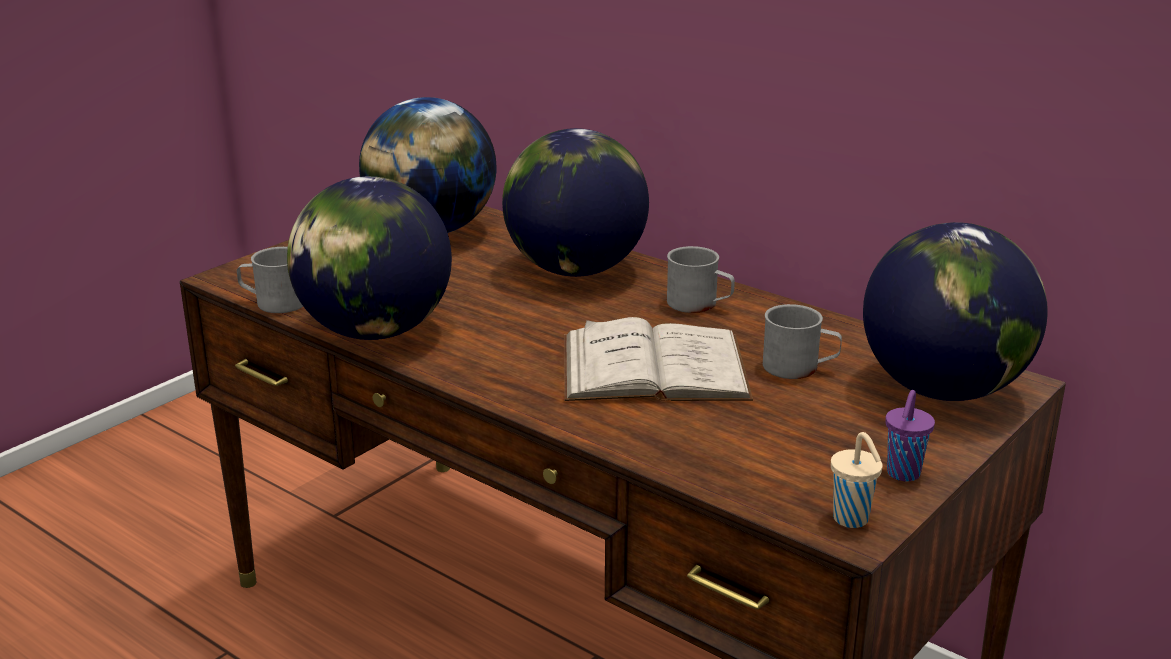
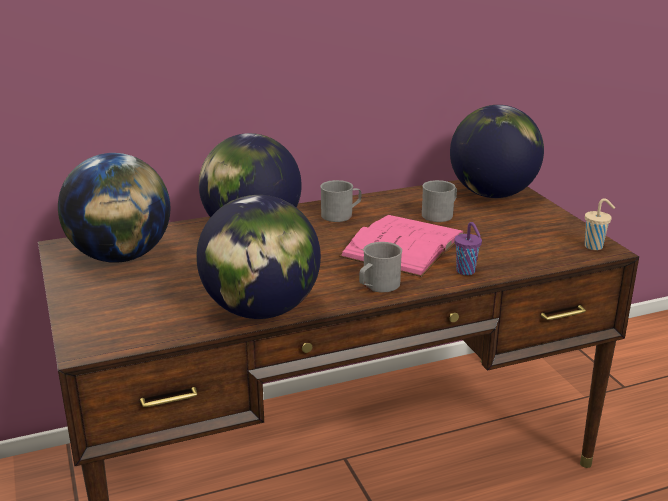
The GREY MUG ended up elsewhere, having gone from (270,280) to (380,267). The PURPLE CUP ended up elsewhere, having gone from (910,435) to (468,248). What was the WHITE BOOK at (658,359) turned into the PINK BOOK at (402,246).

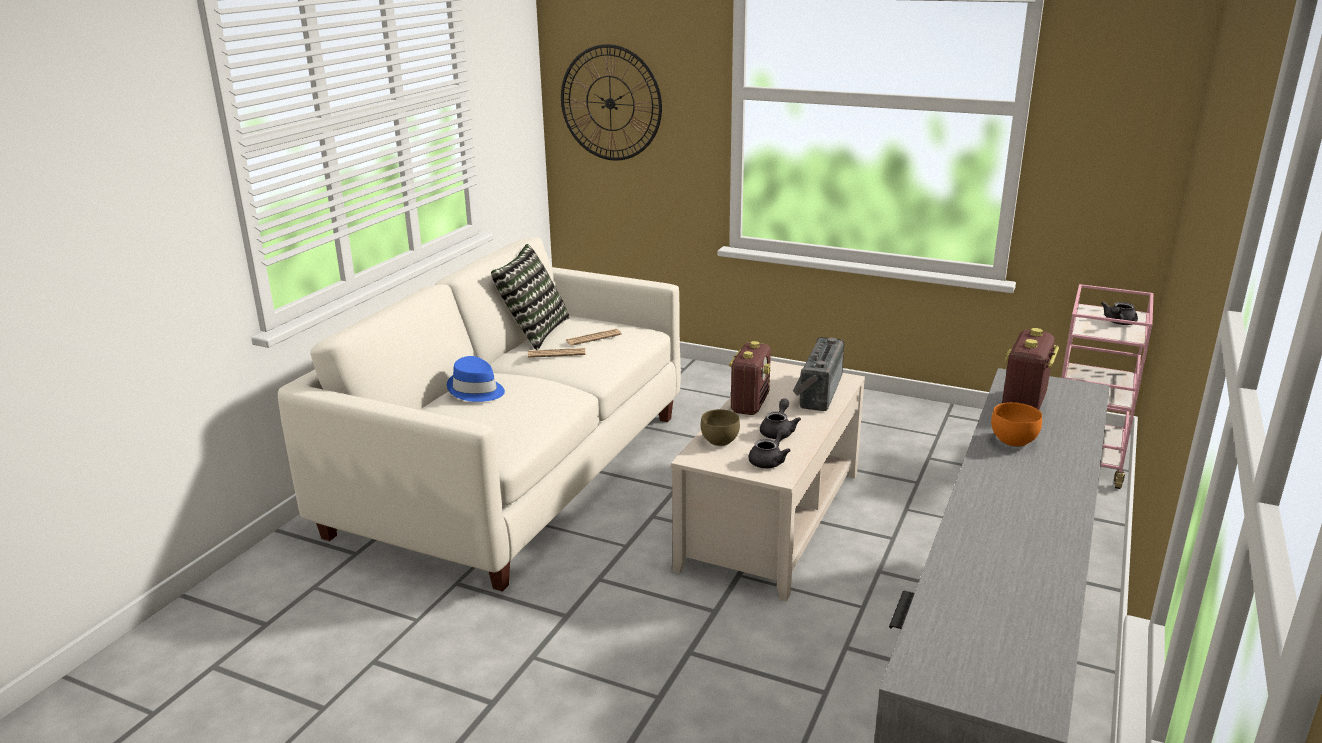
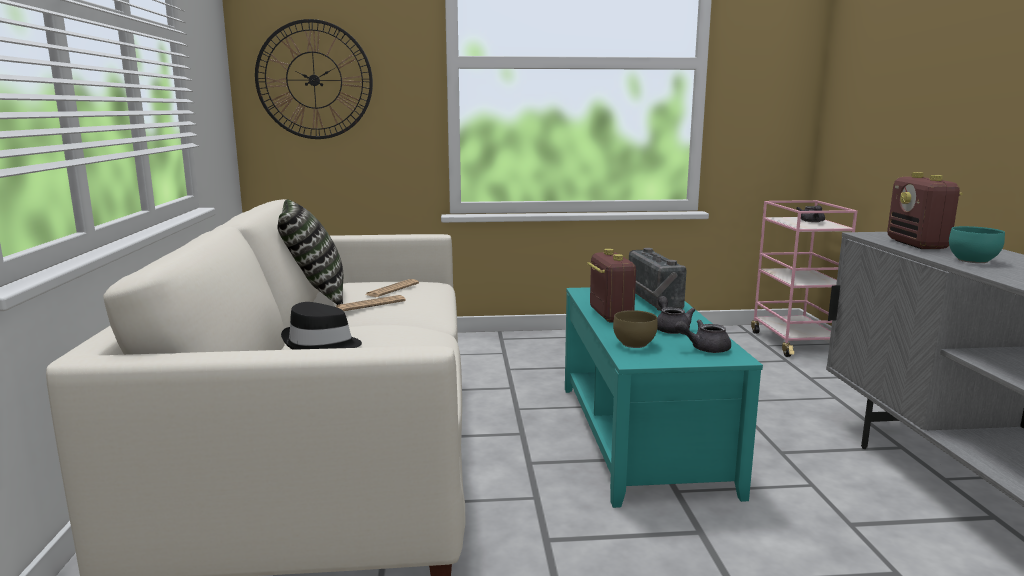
What was the BLUE HAT at (476,379) turned into the BLACK HAT at (321,326). What was the BEIGE COFFEE TABLE at (768,481) turned into the TURQUOISE COFFEE TABLE at (664,397). What was the ORANGE BOWL at (1016,424) turned into the TURQUOISE BOWL at (977,244). The GREY TEAPOT at (769,447) ended up facing another way, 105 degrees counterclockwise from before.

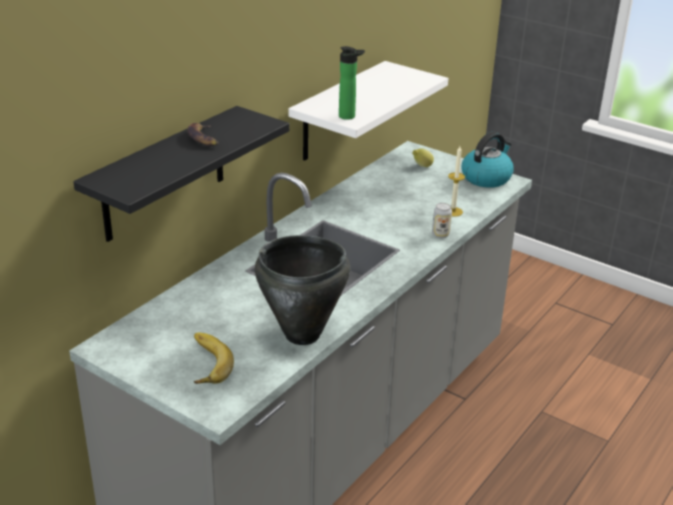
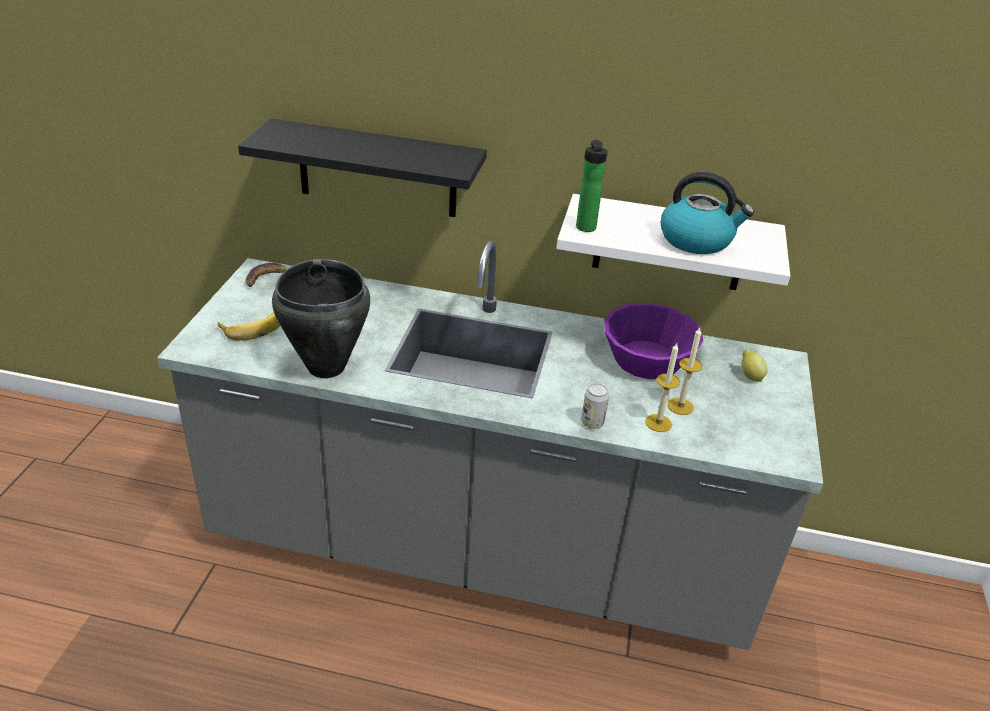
The second view gained the PURPLE BOWL at (653,341). The second view gained the CANDLE at (685,371). The BANANA ended up elsewhere, having gone from (203,134) to (266,275). The KETTLE ended up elsewhere, having gone from (488,160) to (707,213).

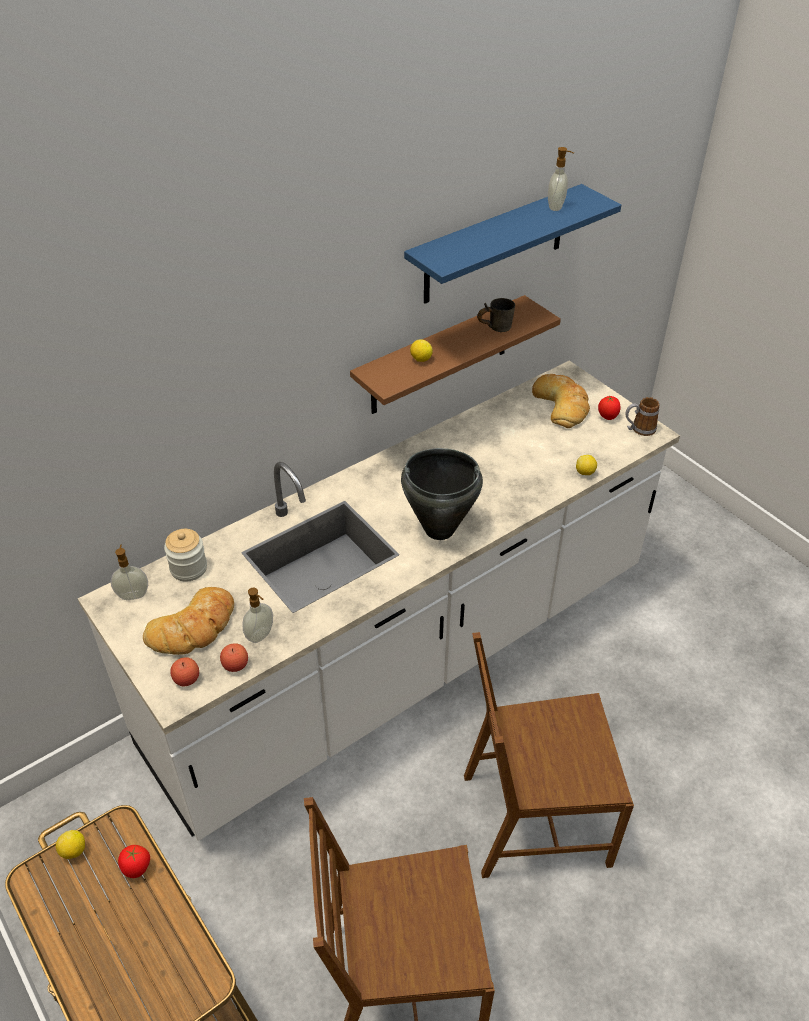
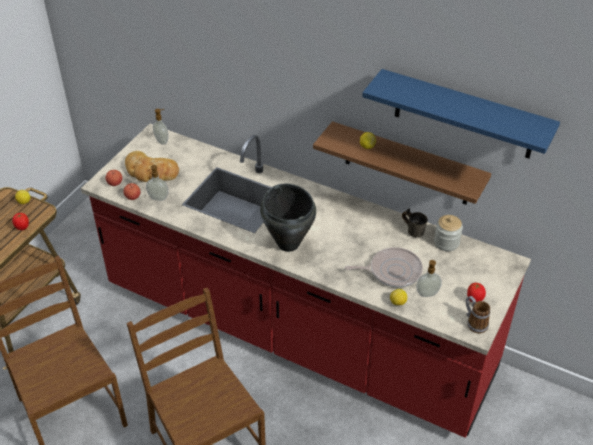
The second view lost the BREAD at (561,401). The second view gained the FRYING PAN at (384,267). The JAR ended up elsewhere, having gone from (185,555) to (448,233). The GREY MUG ended up elsewhere, having gone from (496,315) to (415,223). The SOAP DISPENSER ended up elsewhere, having gone from (561,179) to (429,278). What was the WHITE COUNTER at (379,600) turned into the RED COUNTER at (306,281).

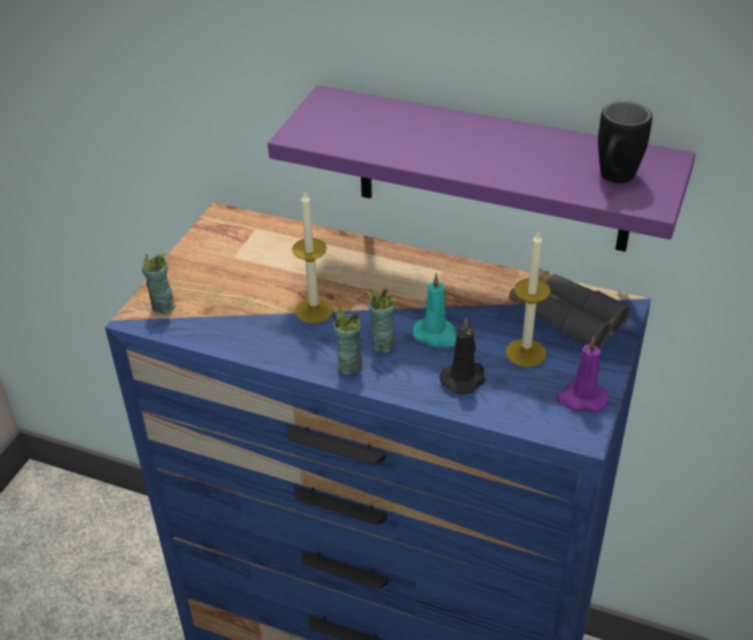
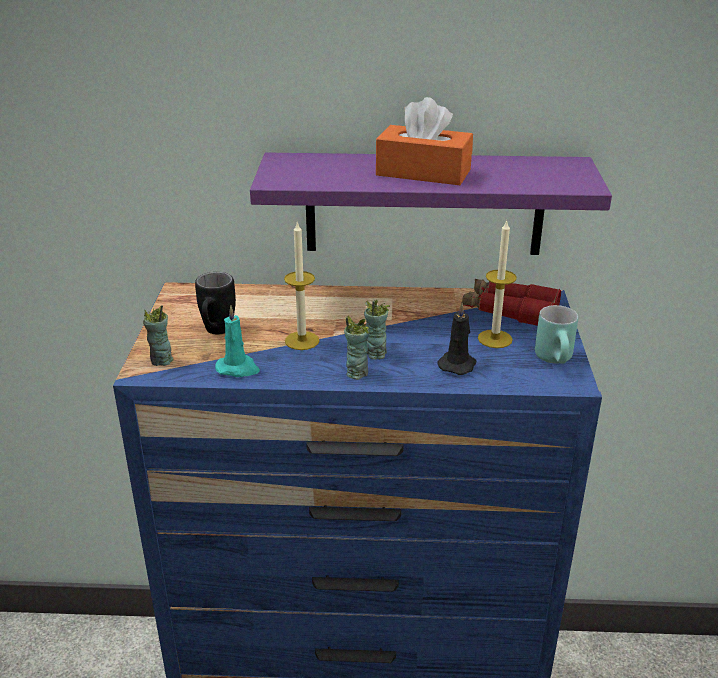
The second view gained the ORANGE TISSUE BOX at (424,141). The TURQUOISE CANDLE ended up elsewhere, having gone from (435,310) to (237,341). The BLACK MUG ended up elsewhere, having gone from (625,142) to (215,303). Where the PURPLE CANDLE stood at (582,374), the TURQUOISE MUG came to stand at (556,334). What was the GREY BINOCULARS at (569,309) turned into the RED BINOCULARS at (511,302).

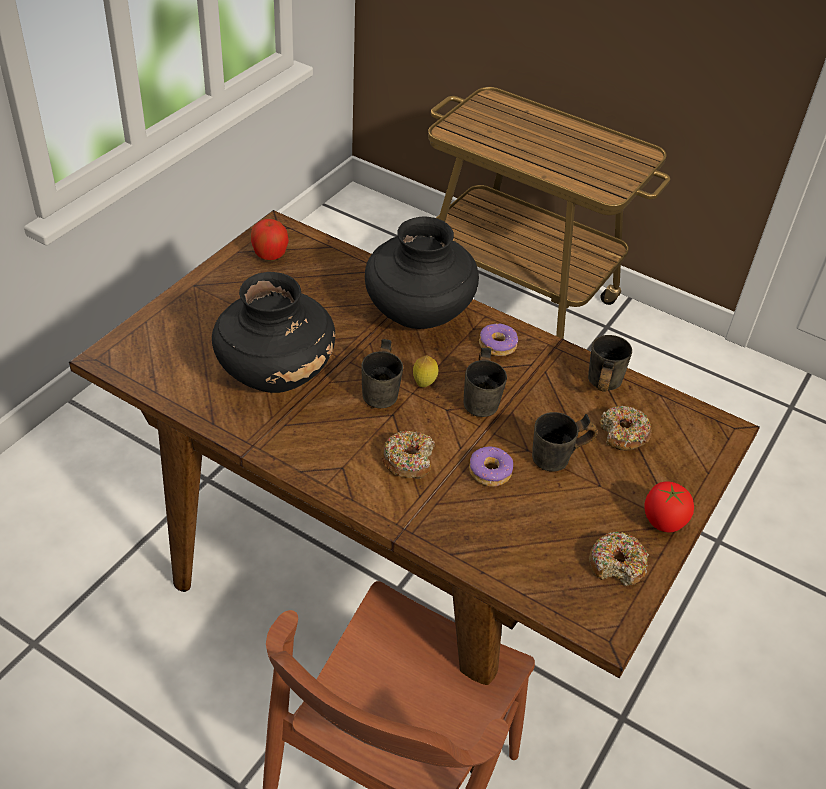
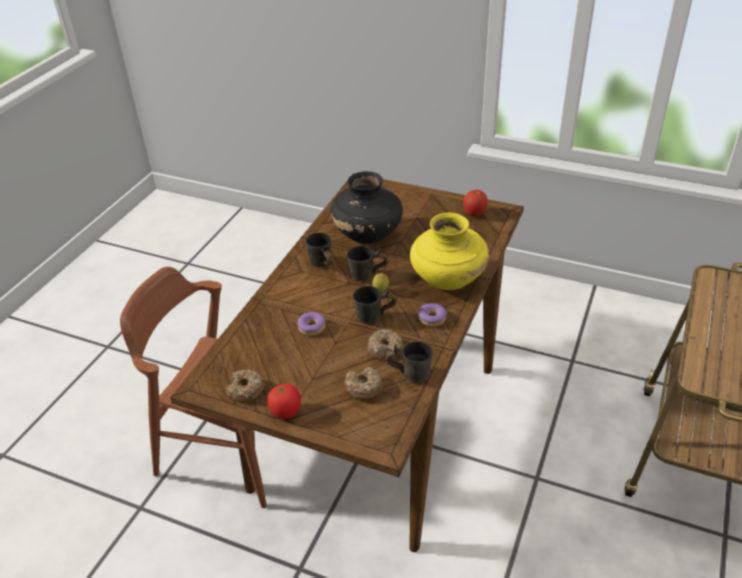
The DONUT ended up elsewhere, having gone from (408,455) to (385,344). The GREY MUG ended up elsewhere, having gone from (564,442) to (319,250). What was the BLACK VASE at (422,273) turned into the YELLOW VASE at (449,251).

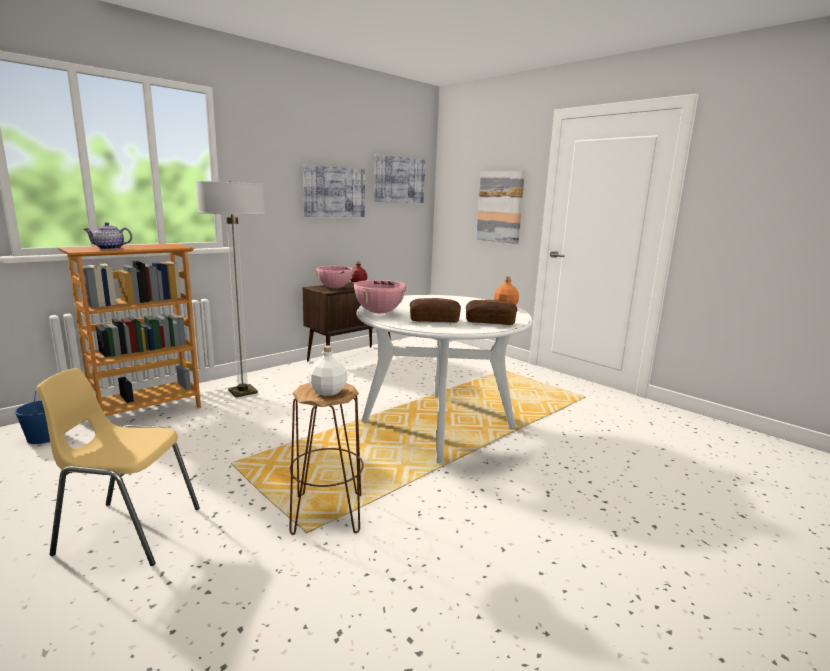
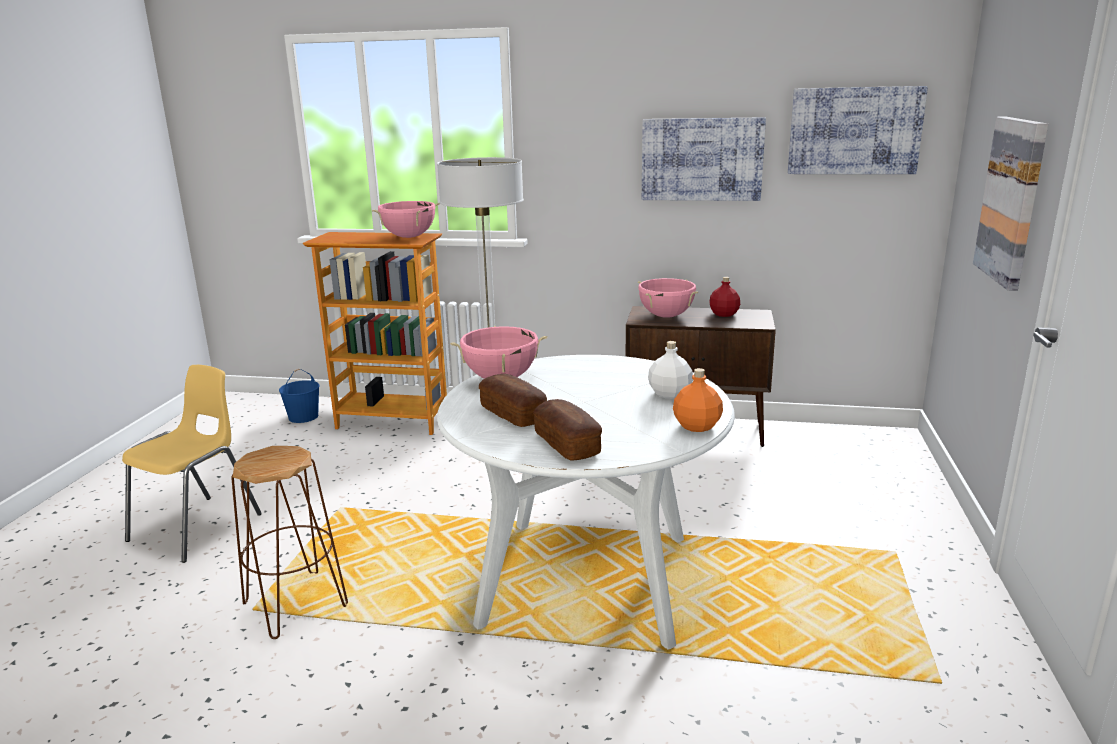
The second view lost the TEAPOT at (108,235). The second view gained the PINK COOKING POT at (406,219). The WHITE BOTTLE ended up elsewhere, having gone from (328,370) to (670,370). The YELLOW CHAIR at (118,467) ended up facing another way, 60 degrees clockwise from before.

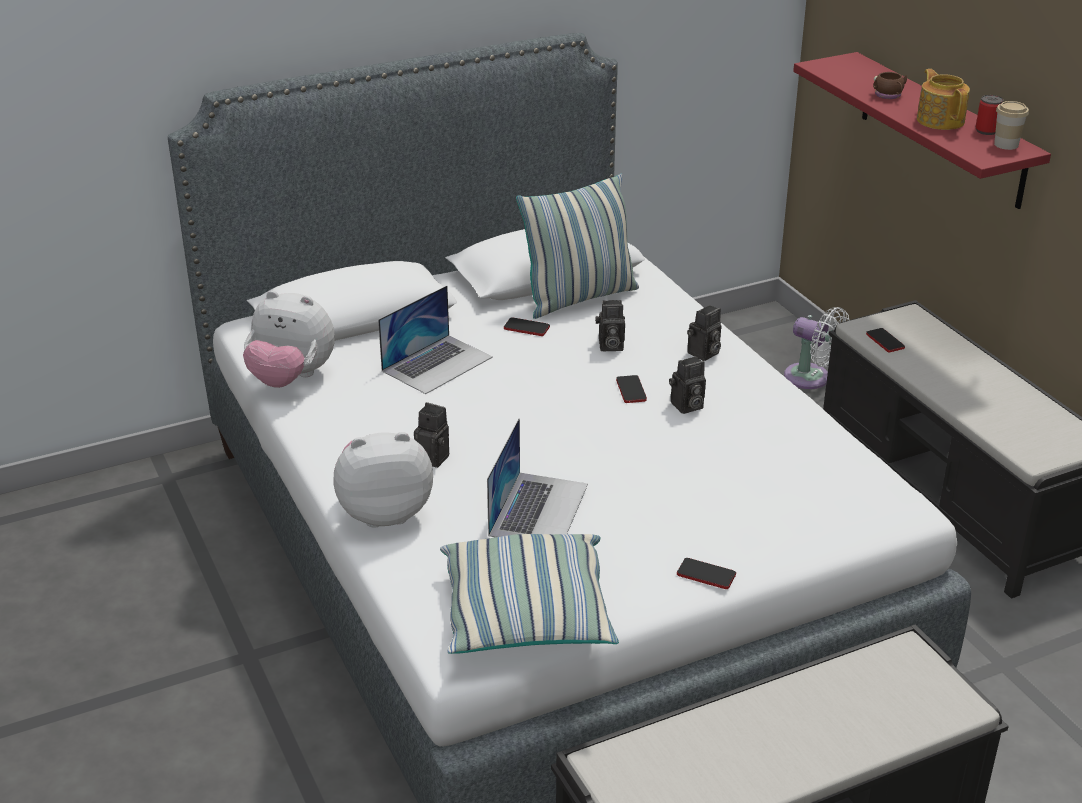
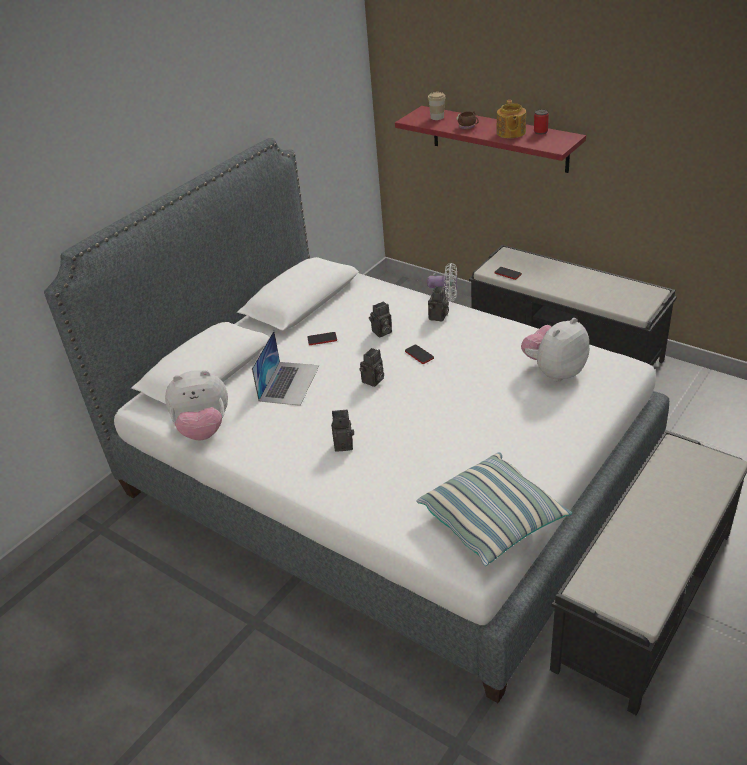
The second view lost the LAPTOP at (537,477). The second view lost the PILLOW at (577,246). The second view lost the PHONE at (706,573). The PLUSH TOY ended up elsewhere, having gone from (383,480) to (555,350). The PHOTO CAMERA ended up elsewhere, having gone from (687,385) to (371,367). The CUP ended up elsewhere, having gone from (1011,125) to (437,106). The TEAPOT at (943,99) ended up facing another way, 135 degrees counterclockwise from before.

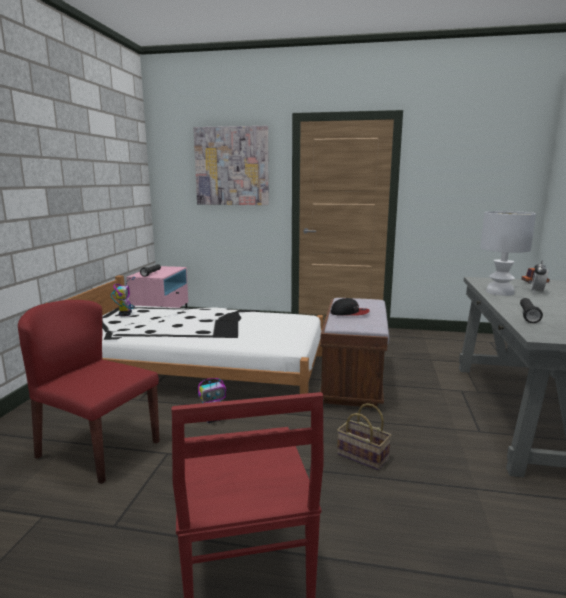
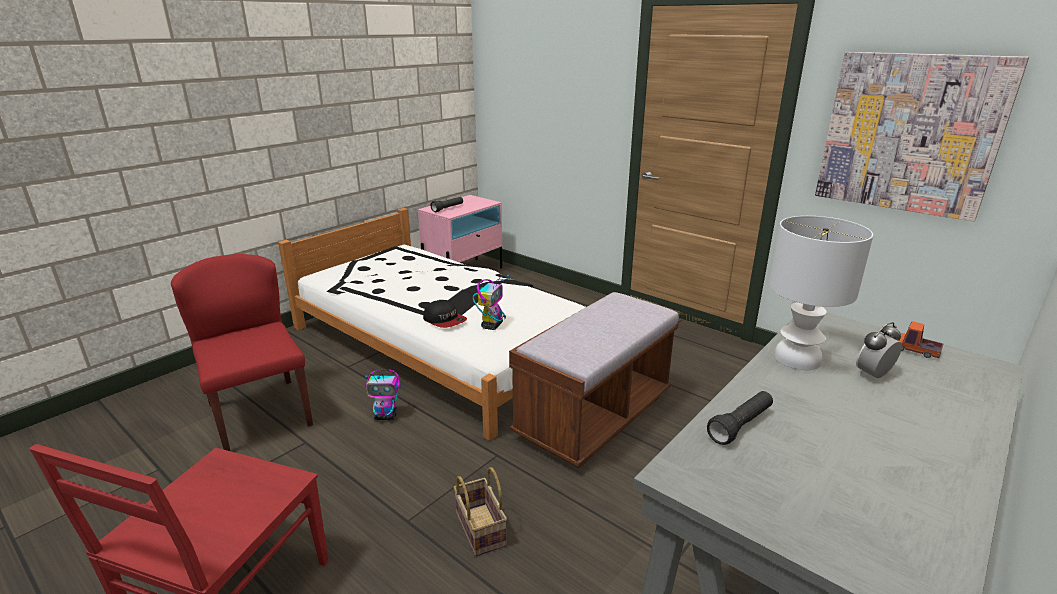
The TOY ROBOT ended up elsewhere, having gone from (123,296) to (491,302). The PICTURE ended up elsewhere, having gone from (231,165) to (922,137). The CAP ended up elsewhere, having gone from (350,307) to (445,314).

